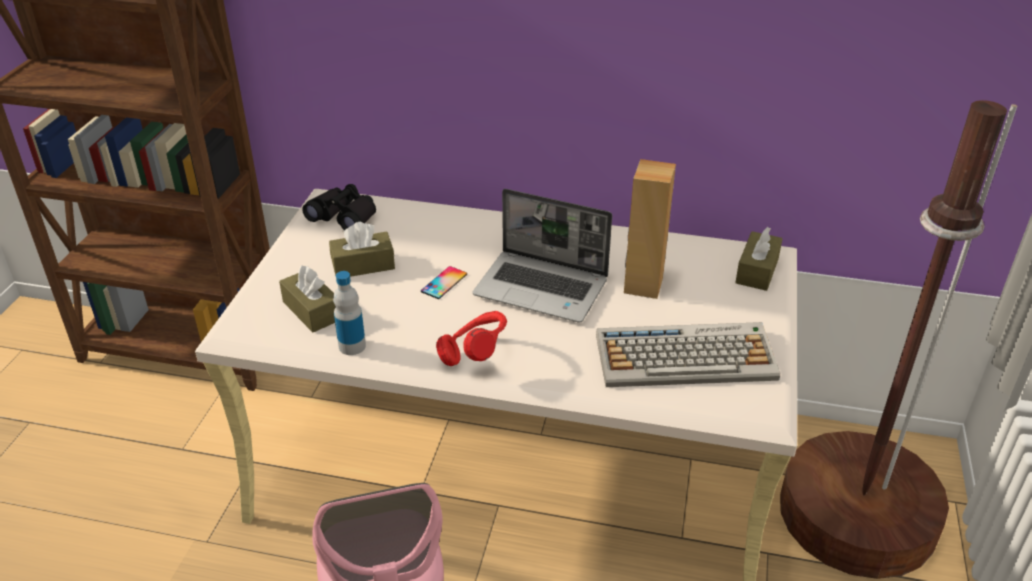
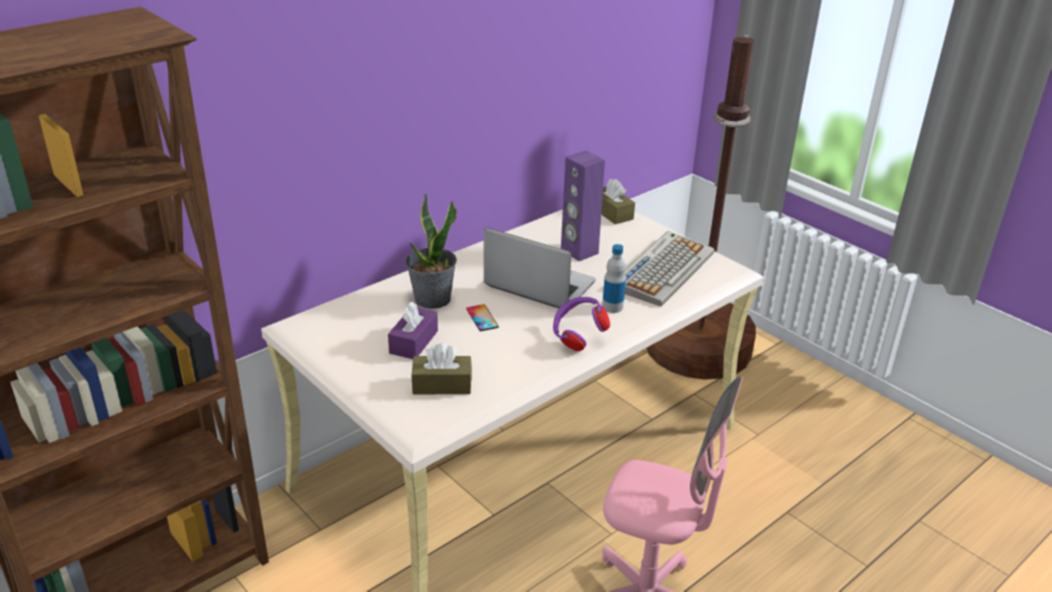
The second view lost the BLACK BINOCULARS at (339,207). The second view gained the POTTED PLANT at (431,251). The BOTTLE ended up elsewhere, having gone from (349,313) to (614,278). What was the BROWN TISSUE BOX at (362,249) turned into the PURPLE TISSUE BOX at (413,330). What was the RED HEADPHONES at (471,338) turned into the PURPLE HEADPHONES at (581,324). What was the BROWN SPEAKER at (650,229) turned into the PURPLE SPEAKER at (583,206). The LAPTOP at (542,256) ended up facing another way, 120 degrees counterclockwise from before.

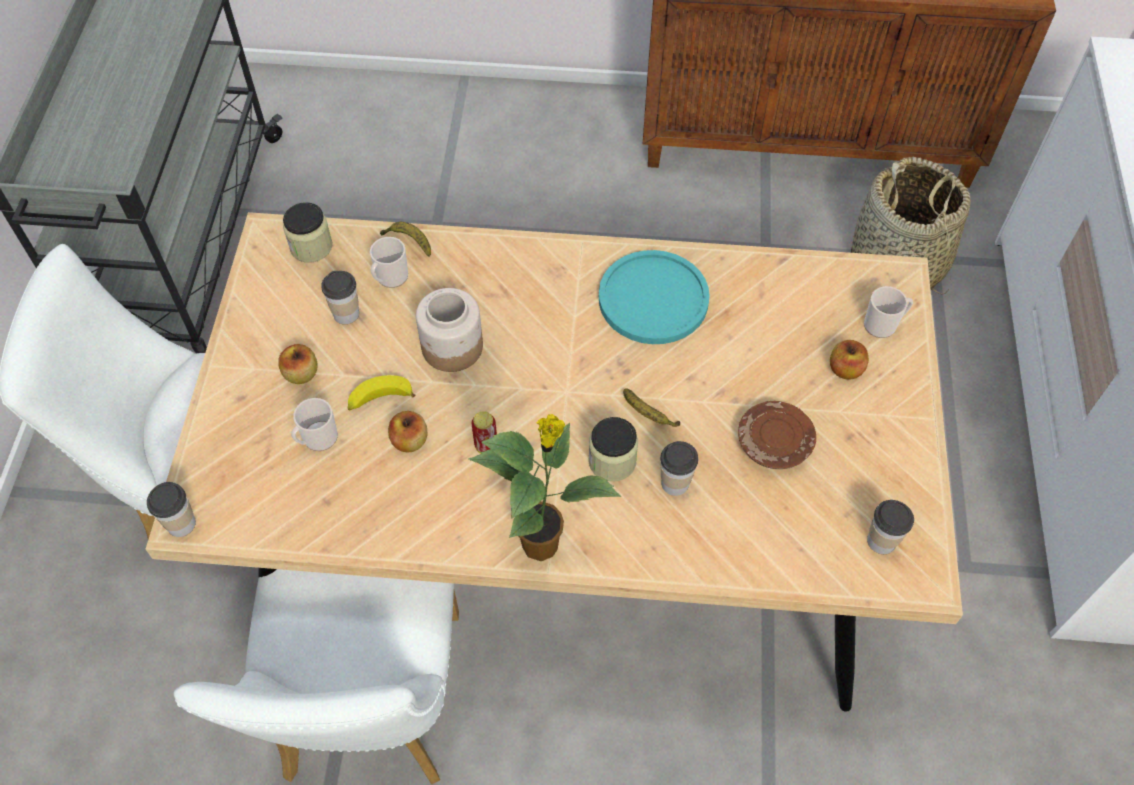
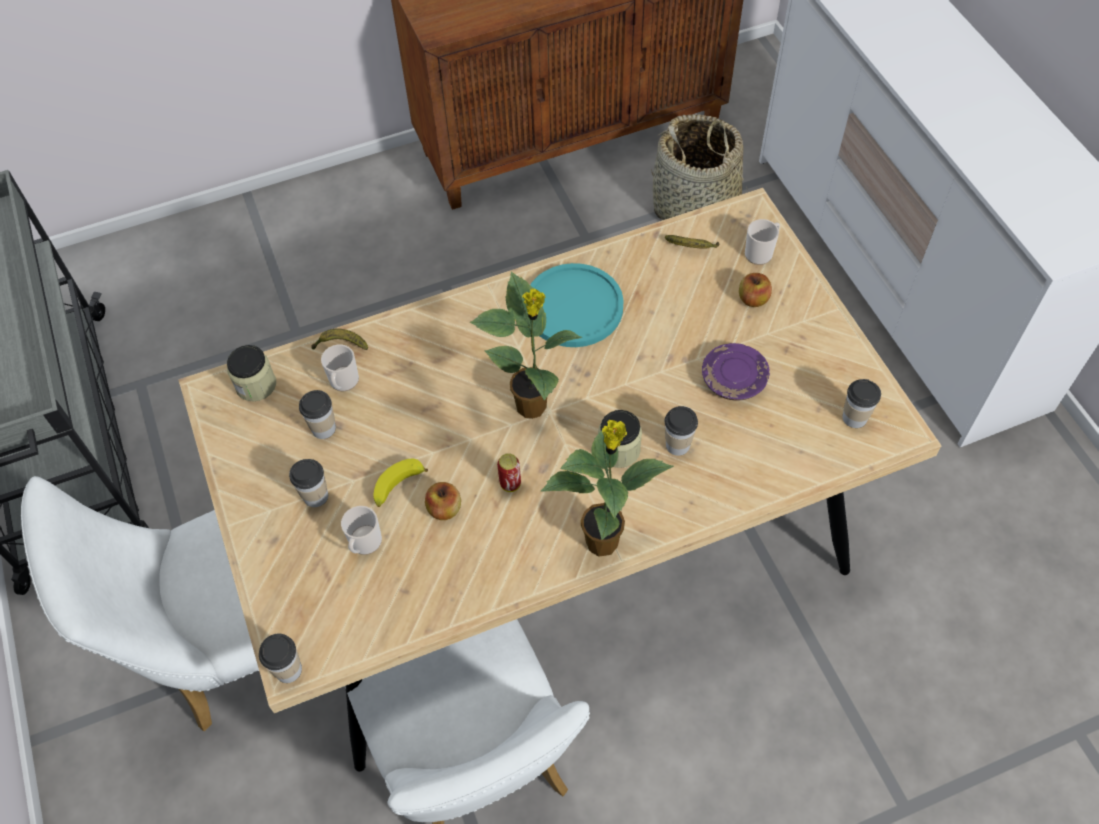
The second view lost the JAR at (449,330). The second view gained the POTTED PLANT at (526,345). The BANANA ended up elsewhere, having gone from (651,407) to (692,242). Where the APPLE stood at (298,364), the CUP came to stand at (308,483). What was the BROWN PLATE at (777,435) turned into the PURPLE PLATE at (736,372).

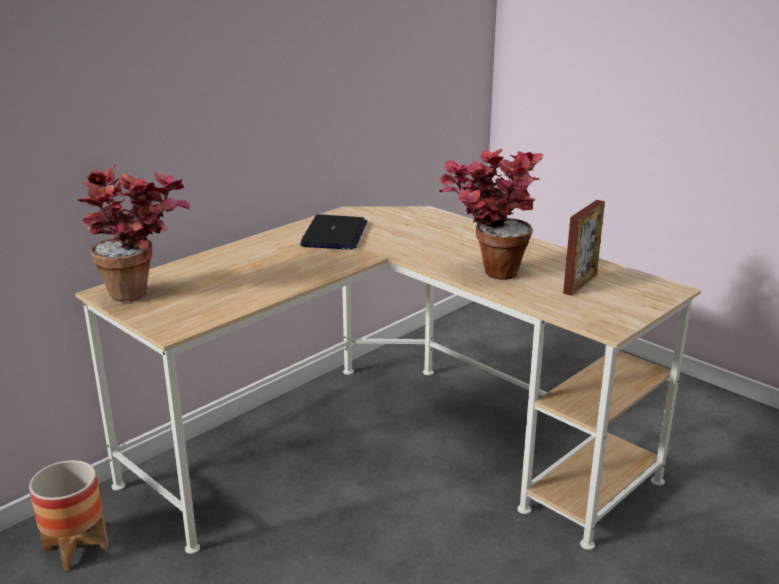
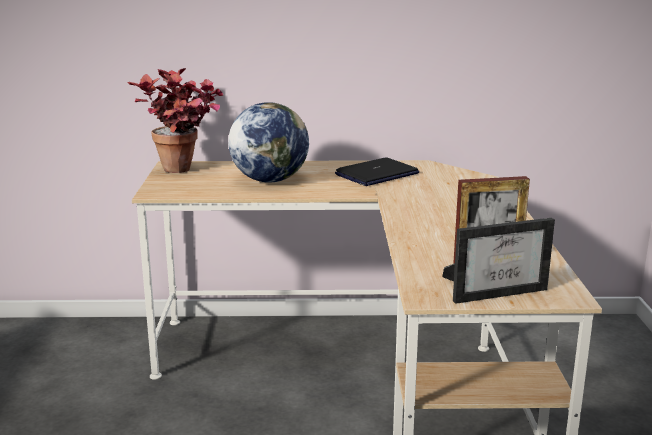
The second view lost the PLANTER at (69,515). The second view lost the POTTED PLANT at (490,214). The second view gained the GLOBE at (268,142). The second view gained the PICTURE FRAME at (498,261).

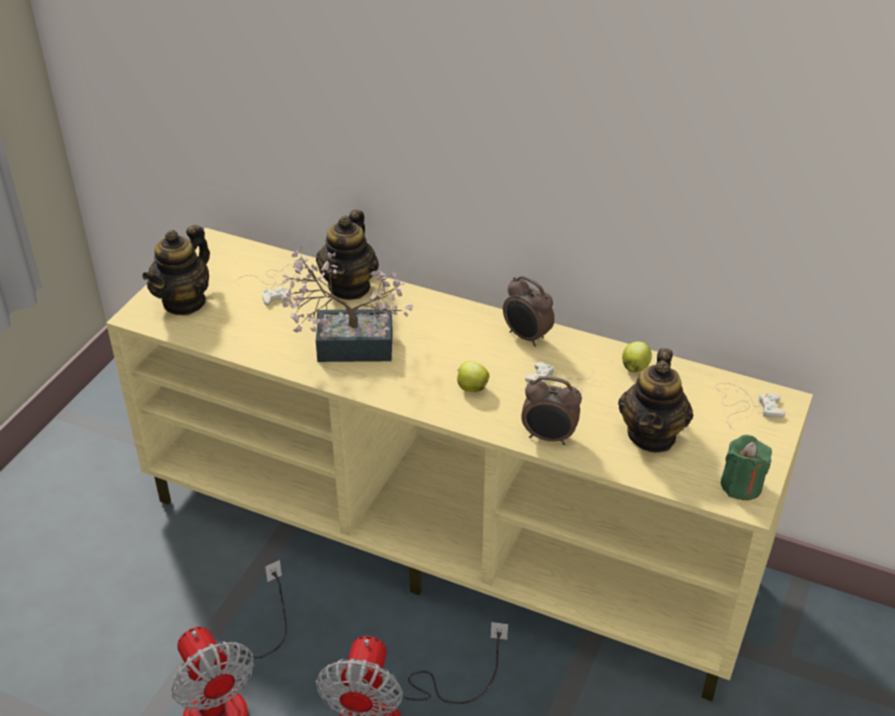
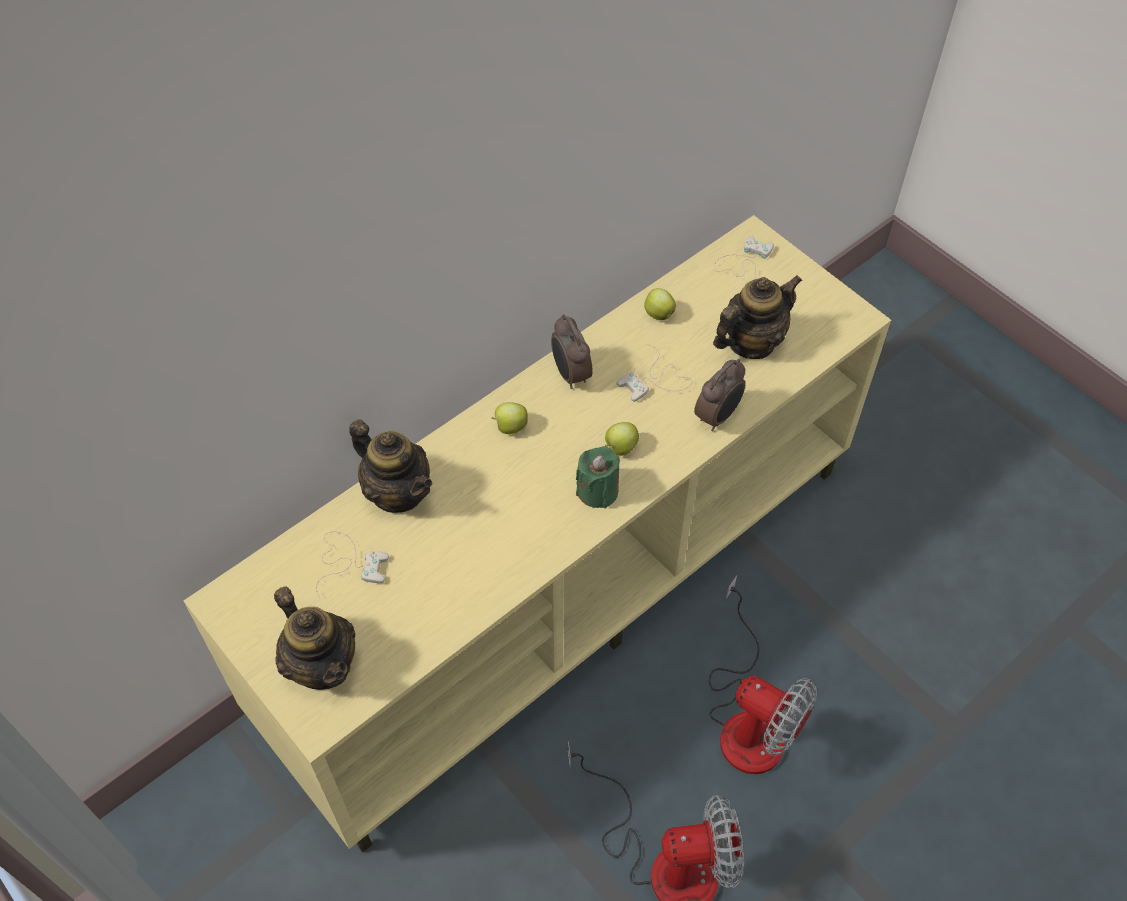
The second view lost the POTTED PLANT at (347,304). The second view gained the APPLE at (509,418). The GREEN CANDLE ended up elsewhere, having gone from (746,467) to (598,477). The ALARM CLOCK at (529,311) ended up facing another way, 90 degrees clockwise from before. The TEAPOT at (655,400) ended up facing another way, 75 degrees counterclockwise from before.

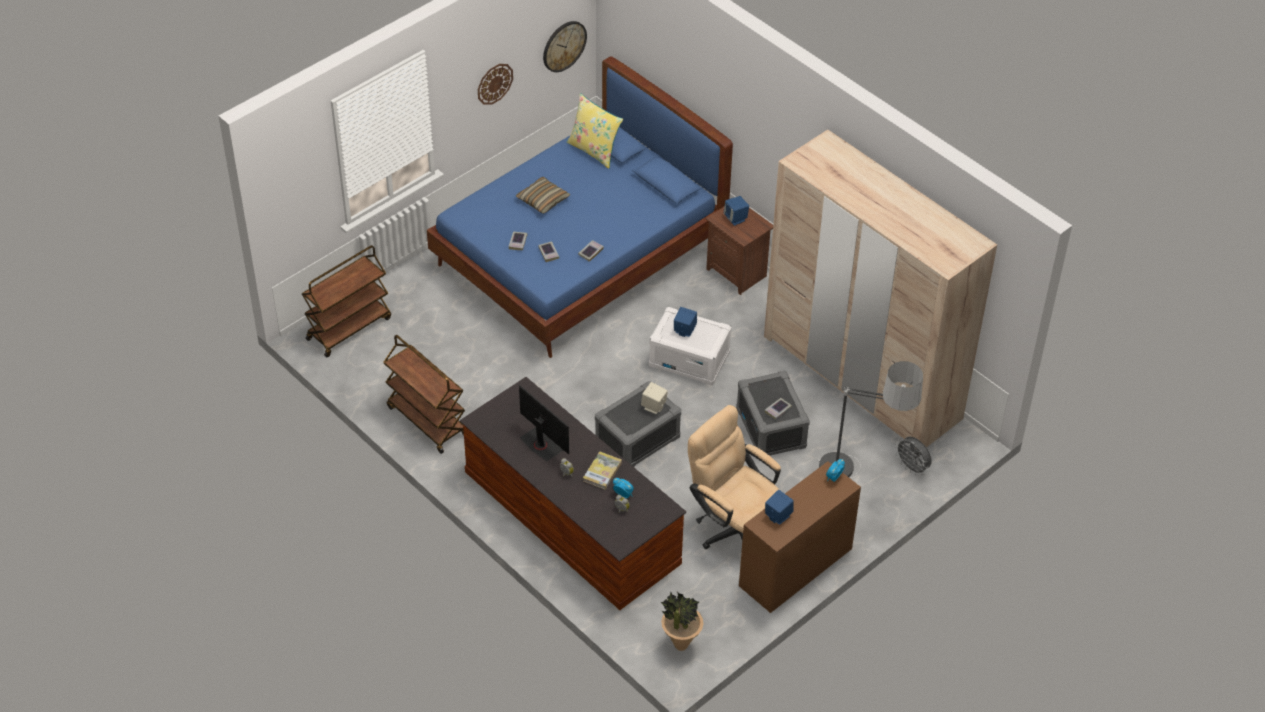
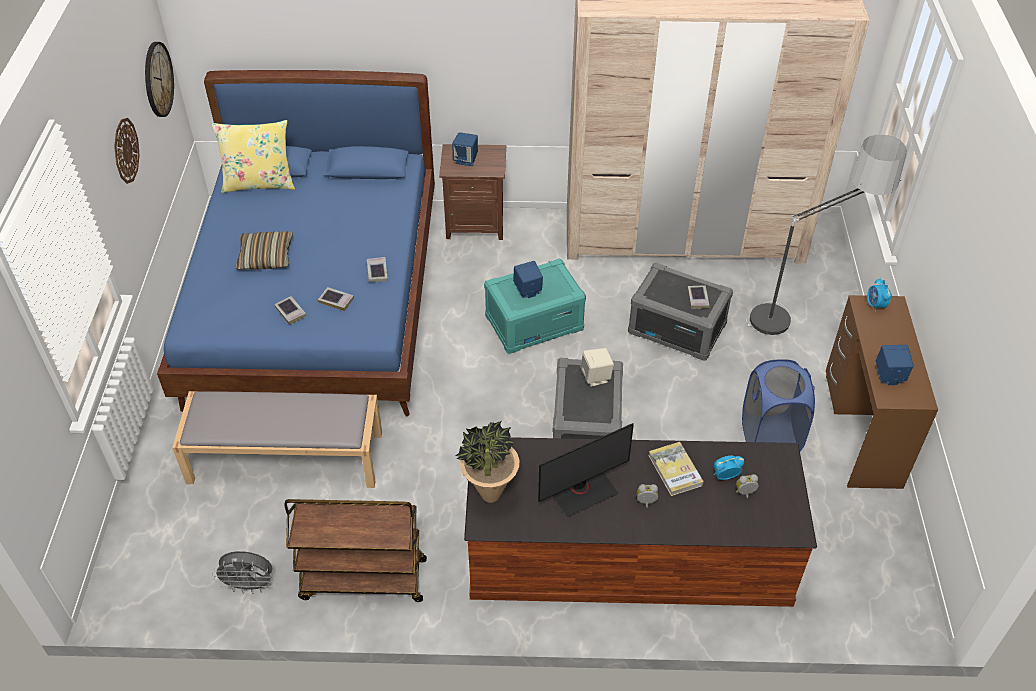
The second view lost the BROWN CART at (346,301). The second view gained the GREY BENCH at (277,439). The POTTED PLANT ended up elsewhere, having gone from (682,621) to (487,462). The GREY FAN ended up elsewhere, having gone from (913,455) to (243,572). Where the BEIGE OFFICE CHAIR stood at (734,477), the BLUE LAUNDRY BASKET came to stand at (778,405). What was the WHITE STORAGE BOX at (690,346) turned into the TURQUOISE STORAGE BOX at (535,306). The MONITOR at (544,423) ended up facing another way, 150 degrees clockwise from before.

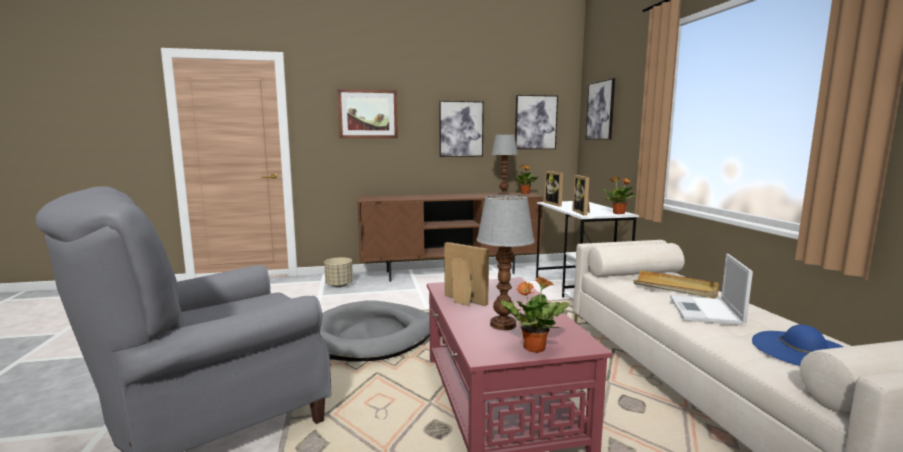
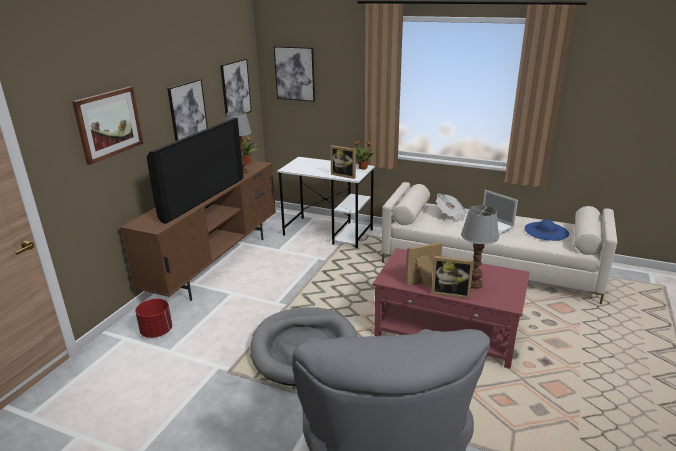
The second view lost the POTTED PLANT at (535,315). The second view gained the TELEVISION at (195,171). The PICTURE FRAME ended up elsewhere, having gone from (553,188) to (452,277). Where the BEIGE TRAY stood at (676,284), the NEWSPAPER came to stand at (451,207). What was the BEIGE PLANTER at (338,272) turned into the RED PLANTER at (153,318).

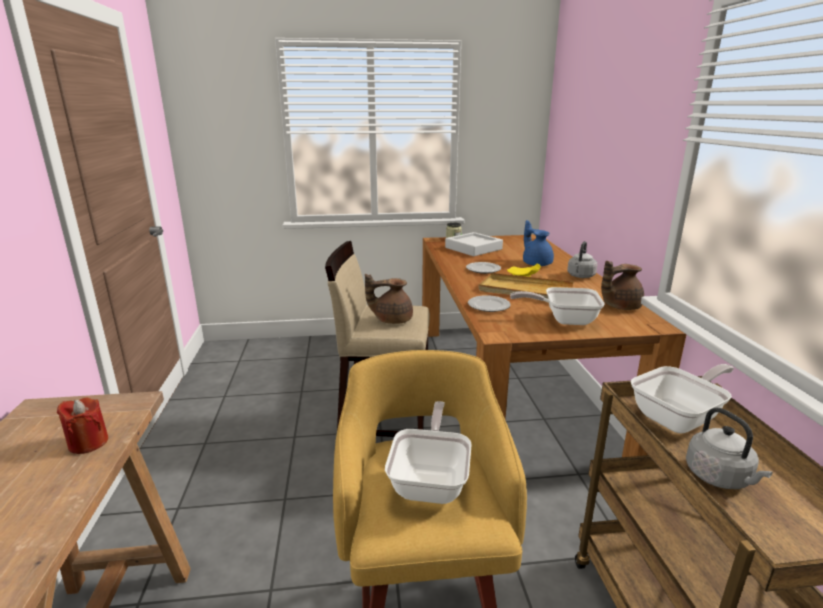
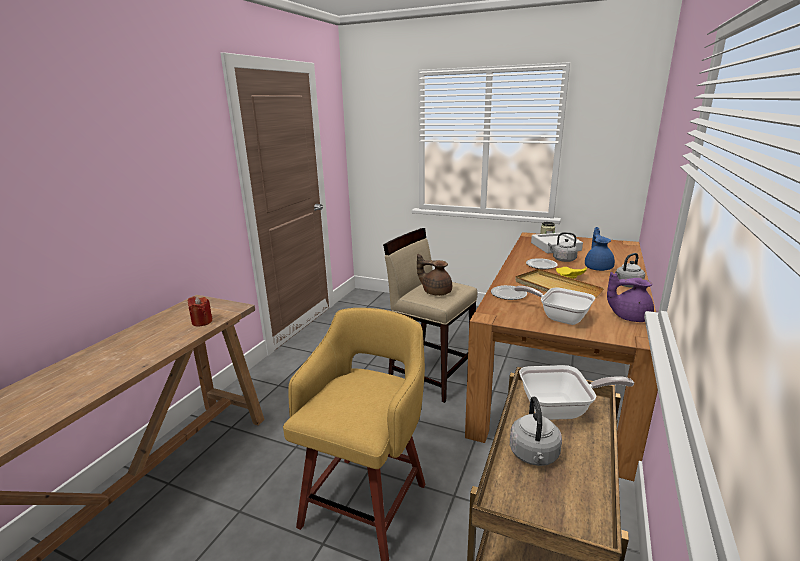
The second view lost the FRYING PAN at (428,452). The second view gained the GREY KETTLE at (563,247). What was the BROWN TEAPOT at (622,285) turned into the PURPLE TEAPOT at (630,297).

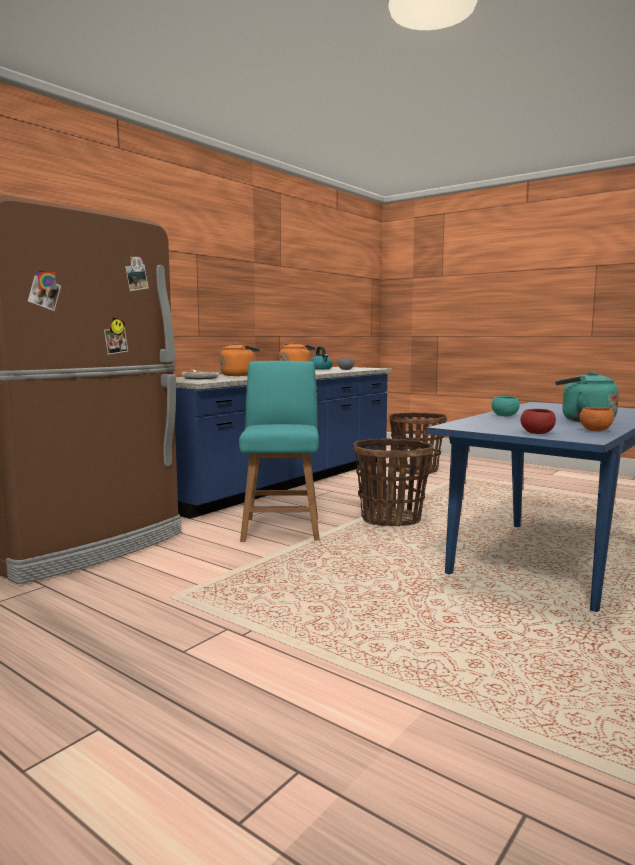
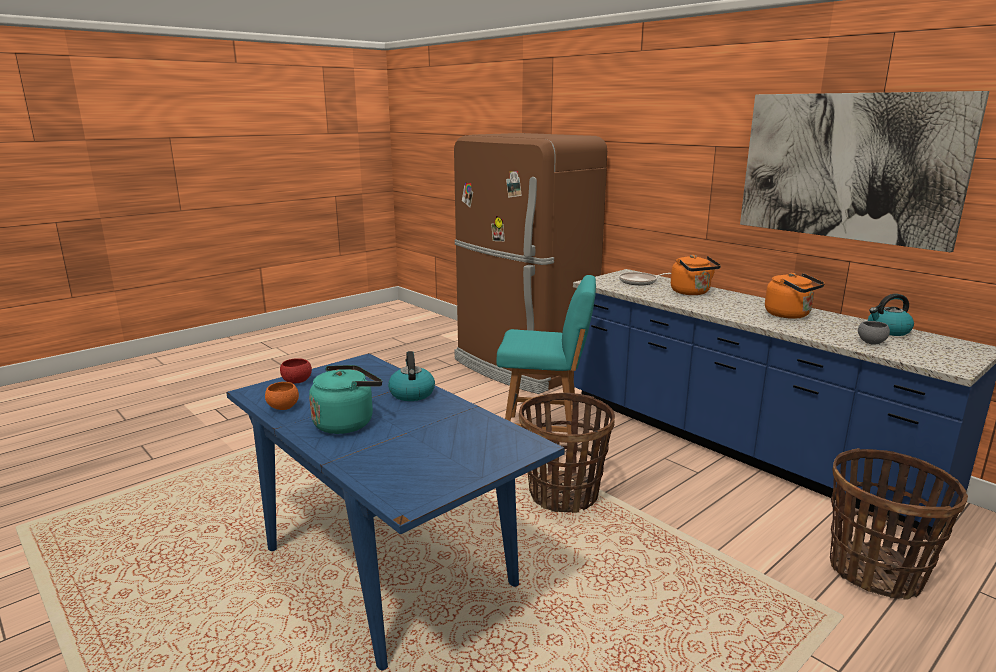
The second view gained the PICTURE at (864,171). Where the TURQUOISE BOWL stood at (505,406), the KETTLE came to stand at (411,376).

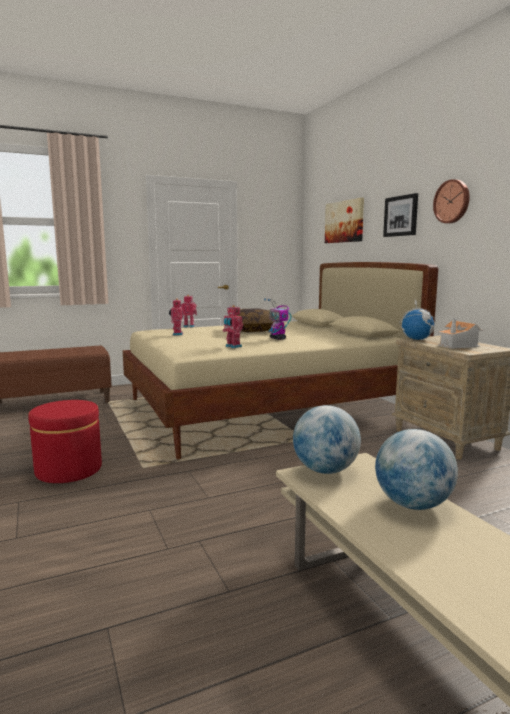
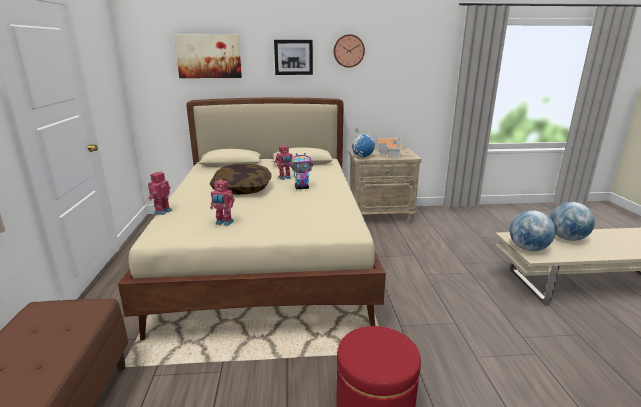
The TOY ROBOT ended up elsewhere, having gone from (233,326) to (284,162).

